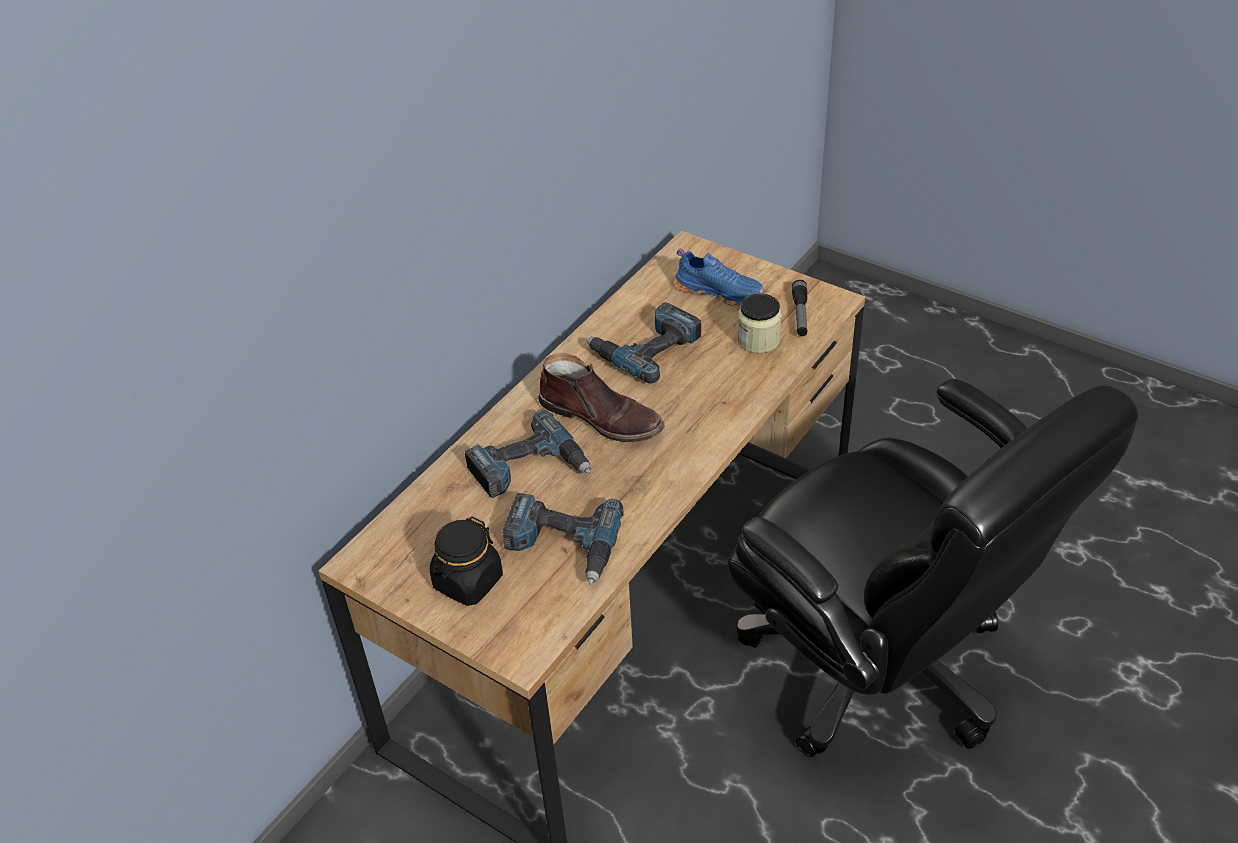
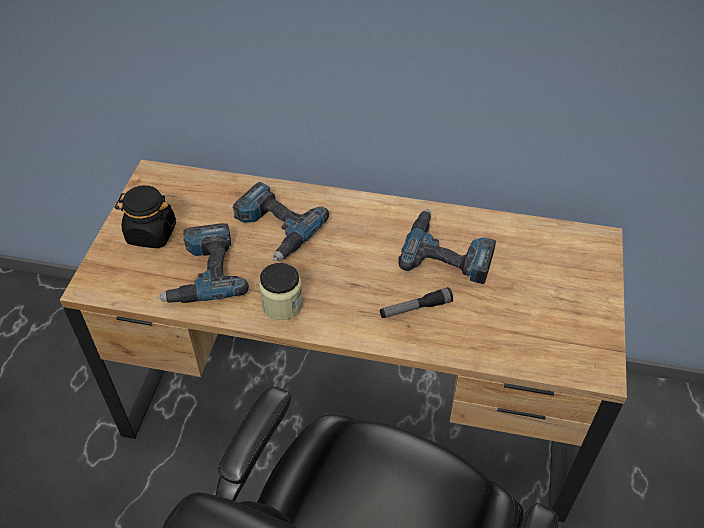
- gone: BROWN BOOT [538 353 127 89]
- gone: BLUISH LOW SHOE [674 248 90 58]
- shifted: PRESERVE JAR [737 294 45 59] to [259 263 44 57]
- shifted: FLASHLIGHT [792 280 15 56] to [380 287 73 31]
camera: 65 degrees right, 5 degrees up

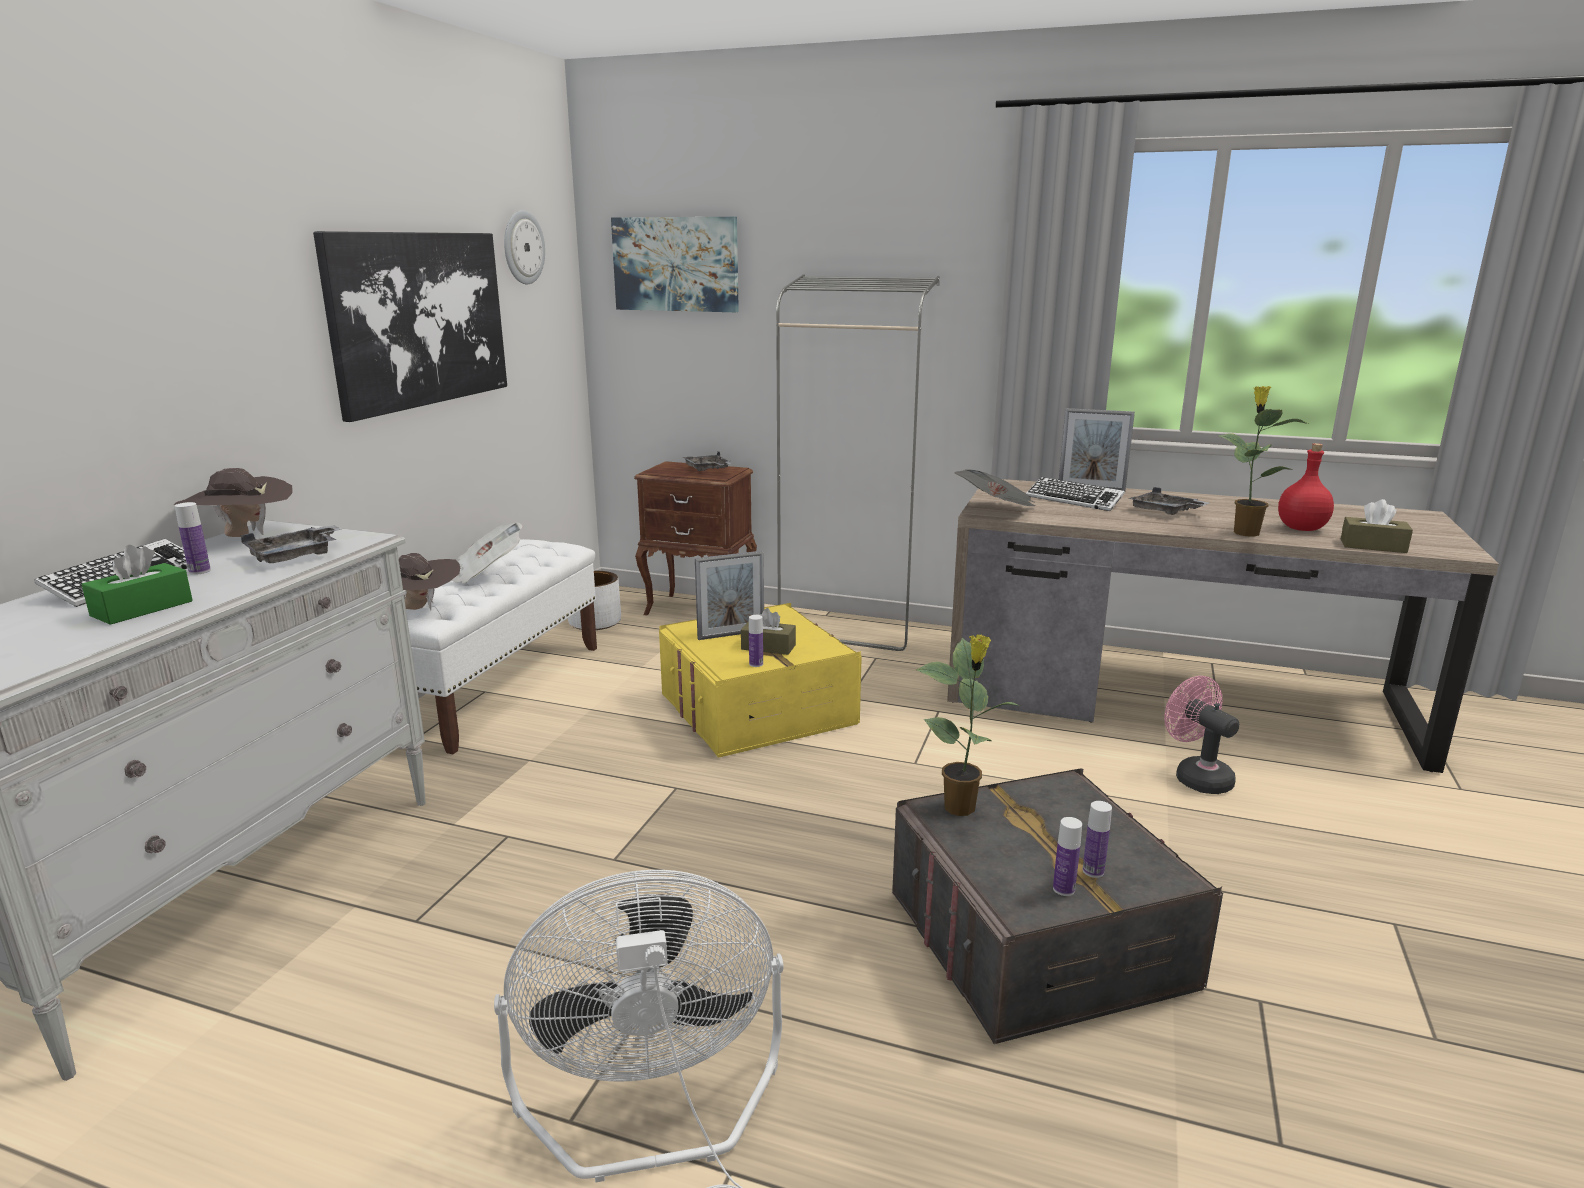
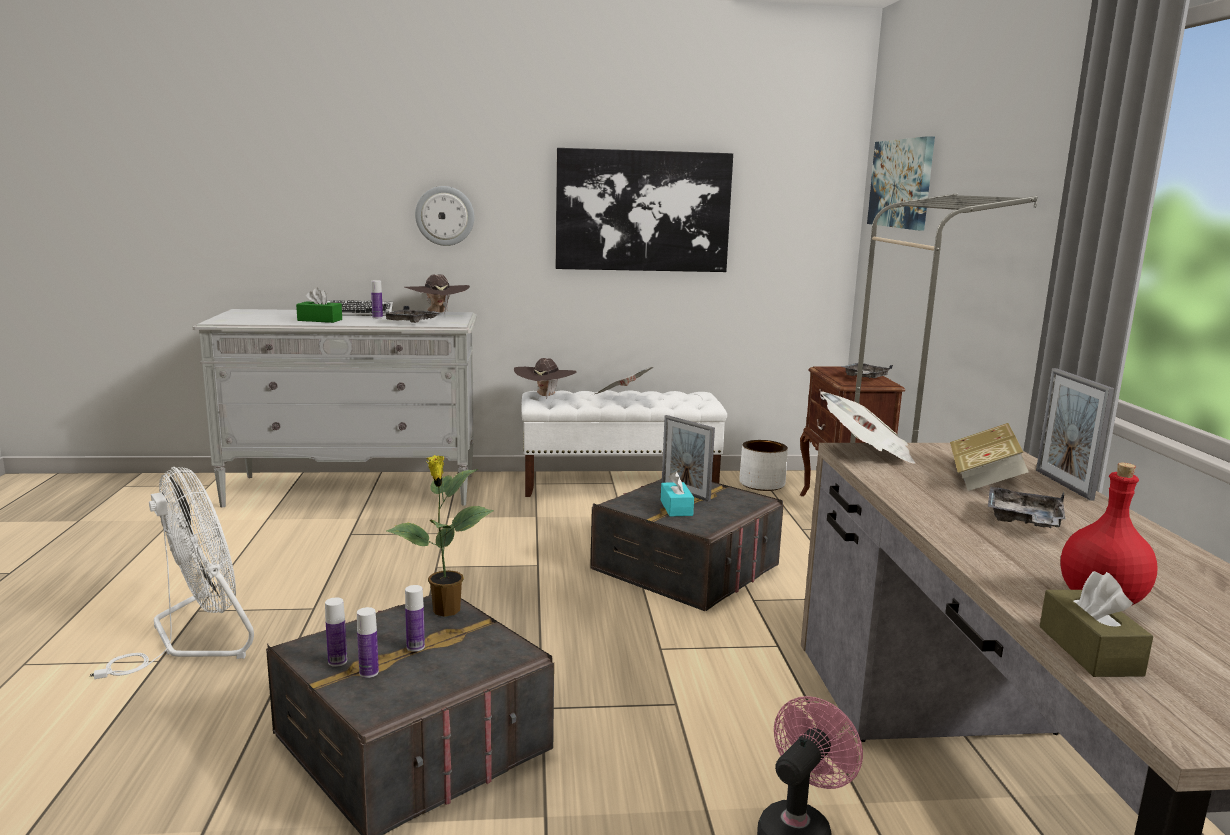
- shifted: CLOCK ON THE WALL [504 210 41 74] to [415 186 59 60]
- repainted: YELLOWISH STORAGE BOX [659 603 203 154] to GREY STORAGE BOX [590 479 194 132]
- repainted: BROWN TISSUE HOLDER [741 608 55 47] to TURQUOISE TISSUE HOLDER [661 471 33 46]
- shifted: DRINK BOTTLE [749 615 14 52] to [405 585 20 67]
- swapped: COMPUTER KEYBOARD [1026 477 99 34] to VOLUME [950 423 79 68]
- gone: HOUSEPLANT [1218 386 90 151]
camera: 65 degrees right, 5 degrees down

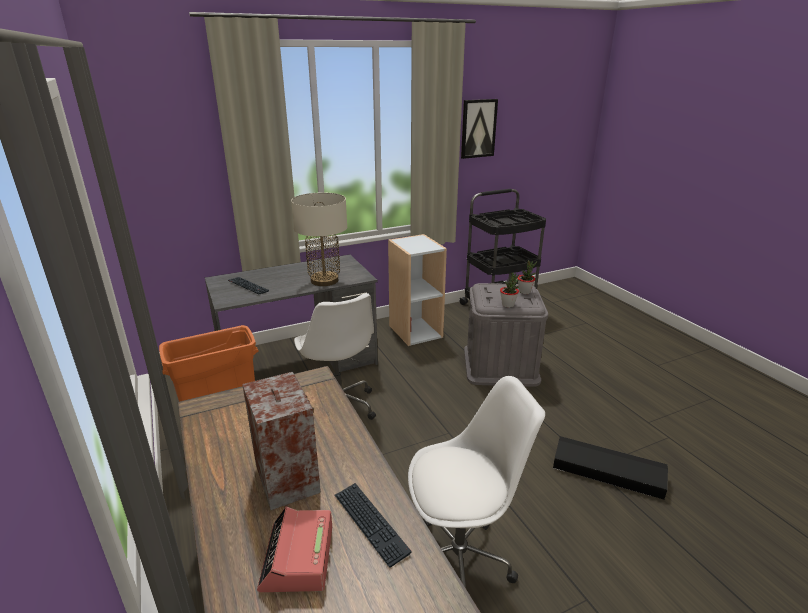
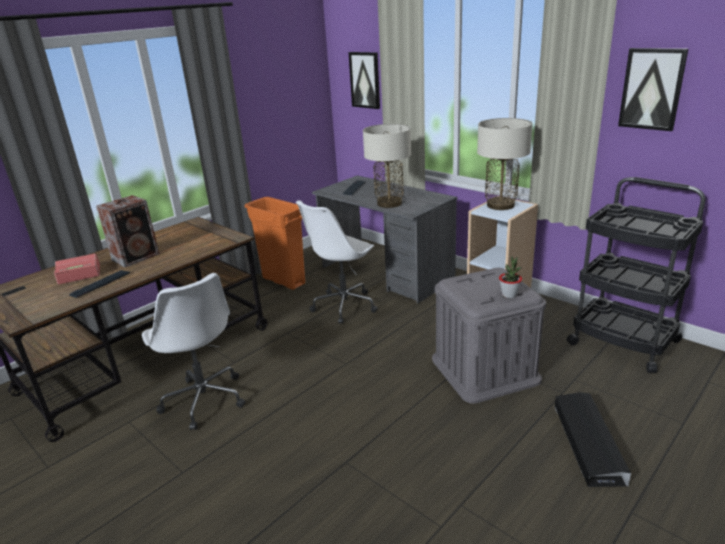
- gone: HOUSEPLANT [500 272 19 36]
- shifted: BLACK-COLOURED STORAGE BOX [553 436 115 63] to [554 392 77 95]
- new: PICTURE [349 52 31 57]
- new: TABLE LAMP [477 118 56 92]
camera: 70 degrees right, 0 degrees up

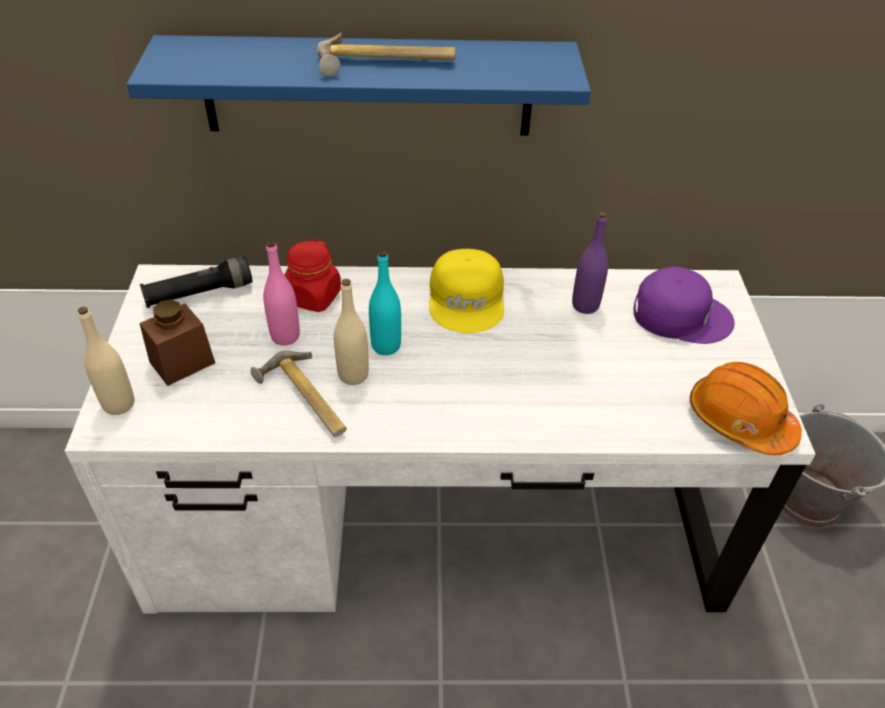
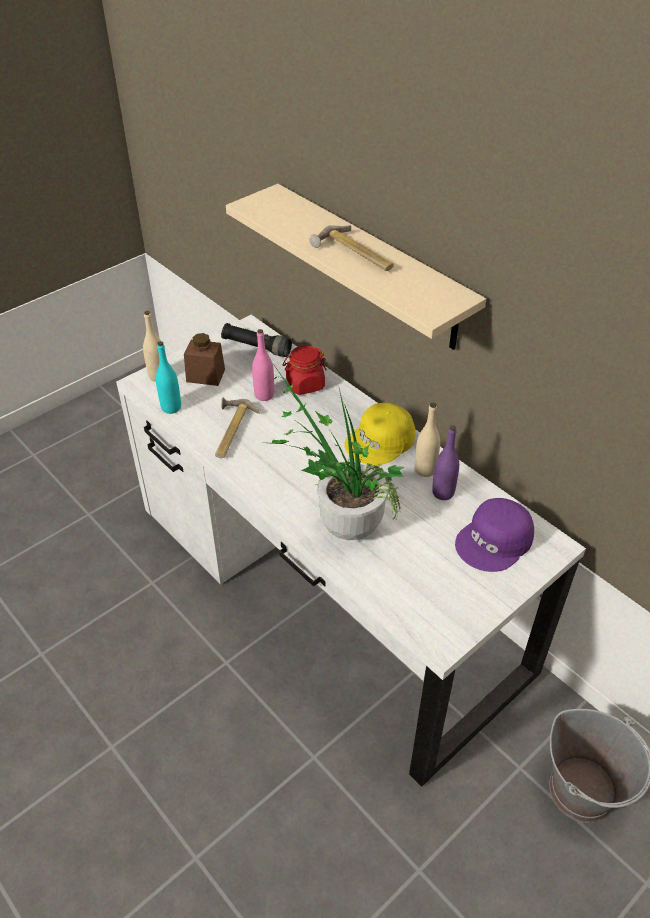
- repainted: BLUISH WALL SHELF [127 35 464 101] to SAND-COLOURED WALL SHELF [226 184 260 166]
- shifted: SAND-COLOURED DRINK BOTTLE [334 279 35 106] to [415 403 25 74]
- shifted: TURQUOISE DRINK BOTTLE [369 250 32 105] to [156 341 25 73]
- rotated: PURPLE-COLOURED PEAKED CAP [634 266 100 78] = [455 498 79 74] 75 degrees clockwise
- gone: ORANGE WORK HELMET [690 362 112 93]
- new: HOUSEPLANT [272 364 133 176]
camera: 50 degrees right, 0 degrees up

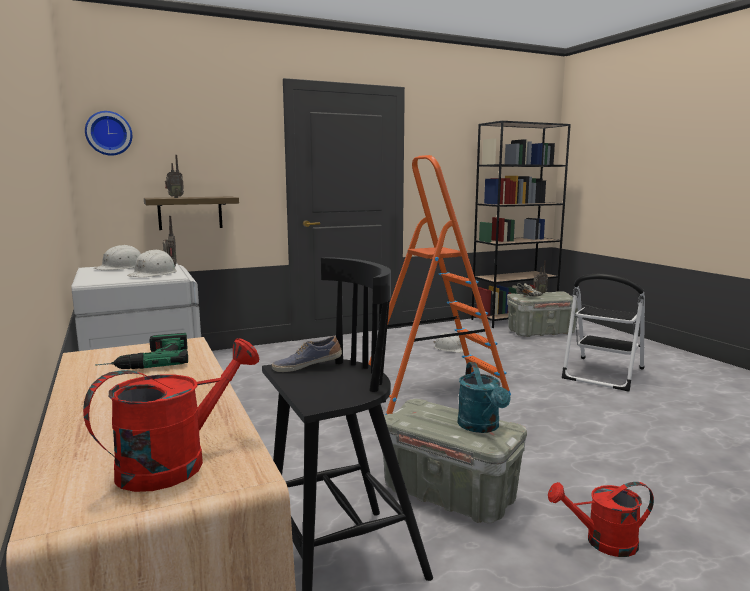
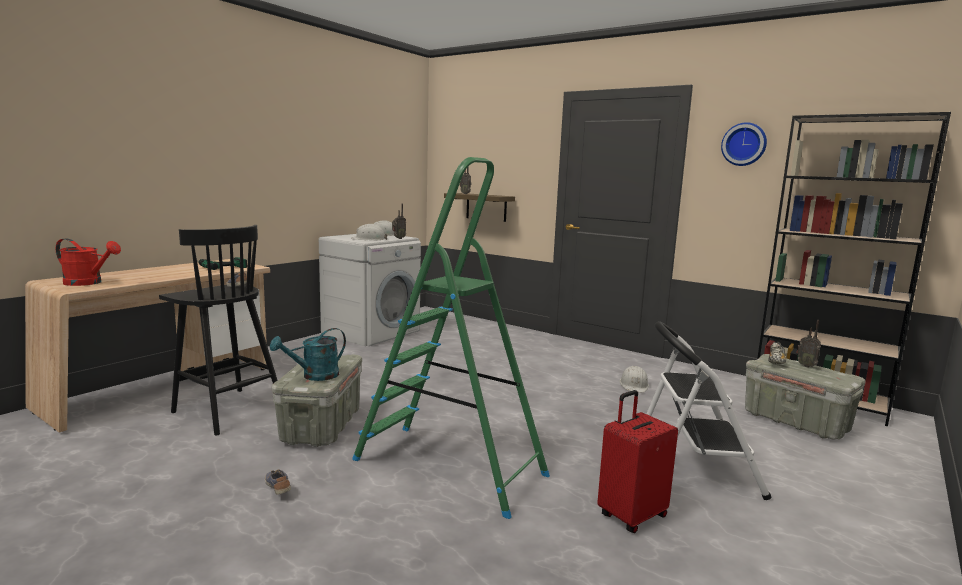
- shifted: CLOCK ON THE WALL [85 111 47 45] to [721 122 46 44]
- gone: ORANGE STEPLADDER [369 155 142 260]
- swapped: RED-COLOURED WATERING POT [548 482 106 75] to LOW SHOE [265 469 26 26]
- new: GREEN STEPLADDER [352 157 198 362]
- new: RED-COLOURED SUITCASE [597 390 81 143]
camera: 60 degrees right, 0 degrees up

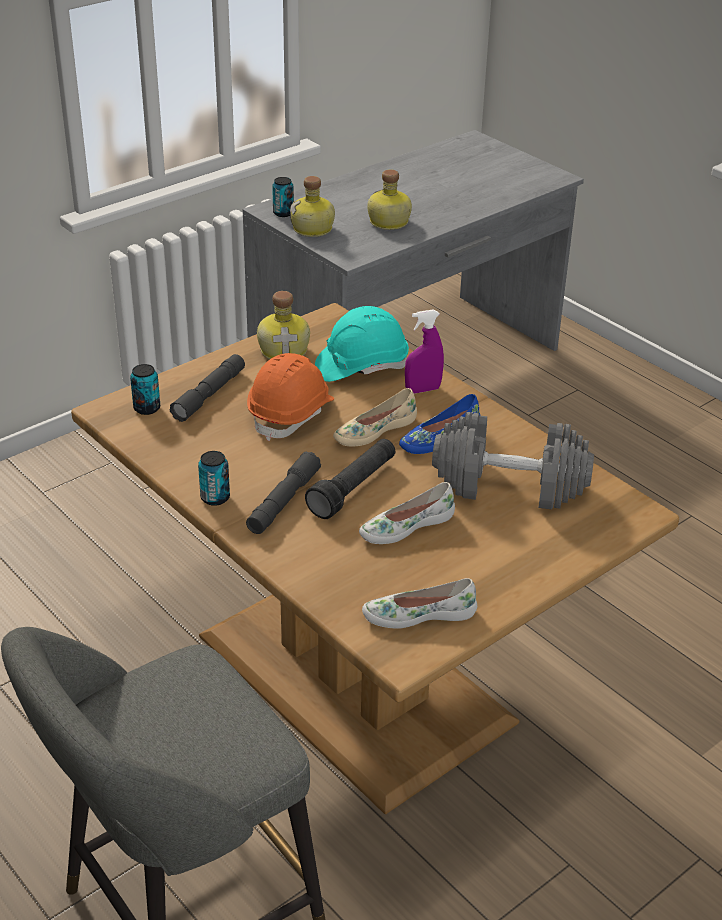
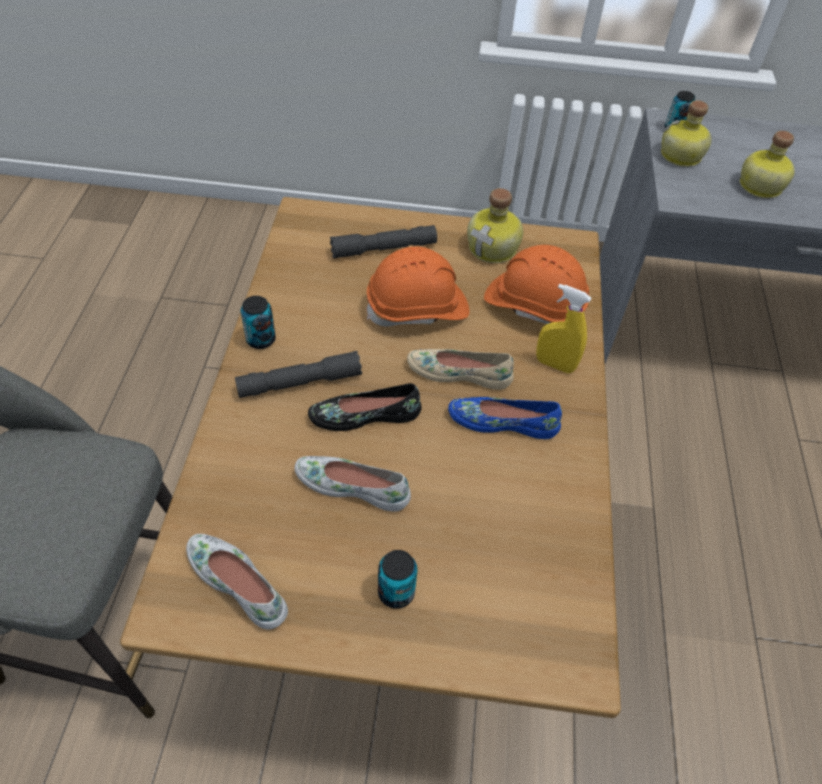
- shifted: CAN [130 364 30 51] to [378 550 40 59]
- swapped: BLACK-COLOURED FLASHLIGHT [305 439 90 80] to BLACK-COLOURED LOW SHOE [308 383 114 48]
- repainted: TURQUOISE WORK HELMET [315 306 94 76] to ORANGE WORK HELMET [484 245 105 79]
- repainted: PURPLE-COLOURED HAND SPRAYER [405 310 39 84] to YELLOWISH HAND SPRAYER [536 284 55 89]
- gone: GREY DUMBBELL [432 412 162 97]
camera: 45 degrees right, 15 degrees up

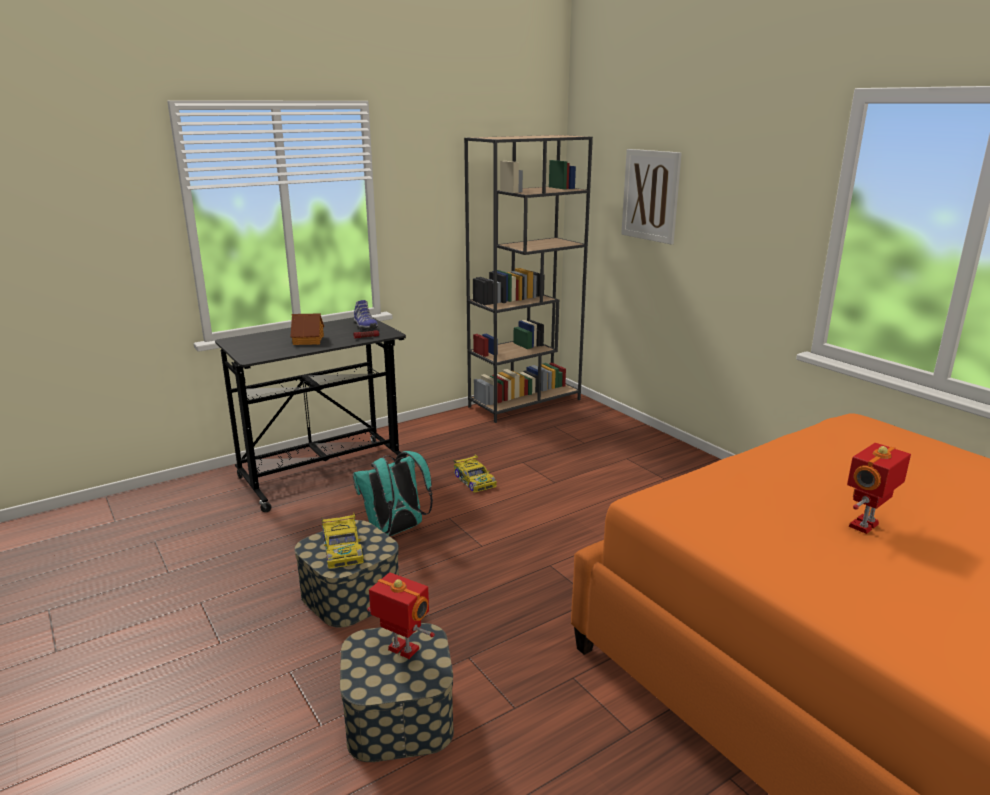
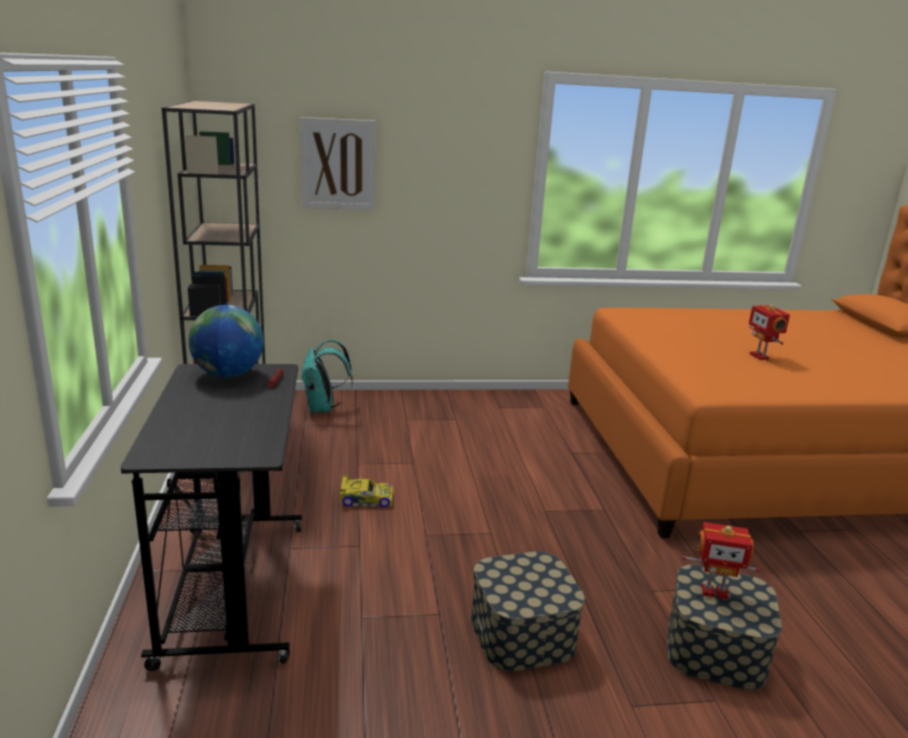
- gone: MINIATURE HOUSE [291 313 33 32]
- gone: MINIATURE CAR [322 513 42 56]
- shifted: TURQUOISE BACKPACK [353 451 80 85] to [301 339 52 74]
- swapped: LOW SHOE [354 300 24 30] to WORLD GLOBE [188 305 76 72]
- rotated: MODEL ROBOT [367 572 68 87] = [682 522 77 78] 135 degrees counterclockwise
camera: 65 degrees left, 0 degrees up

